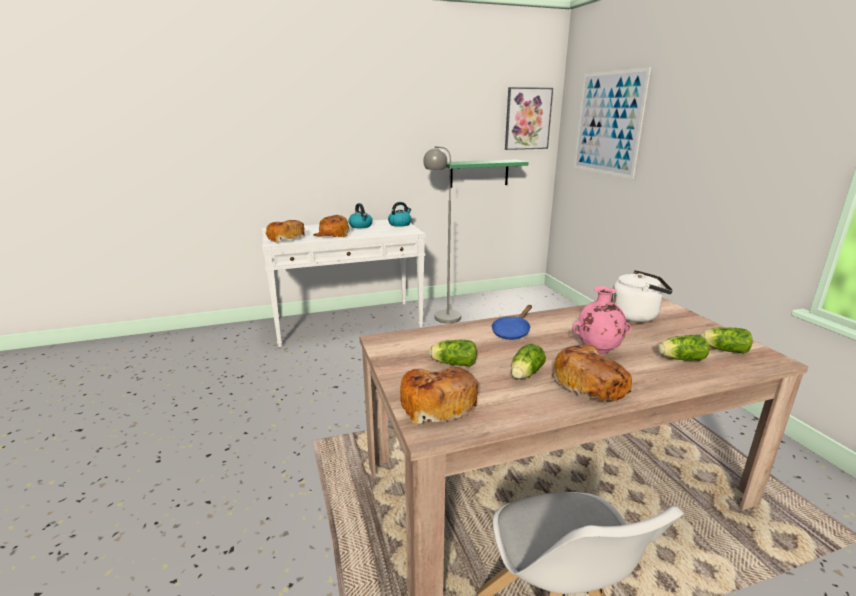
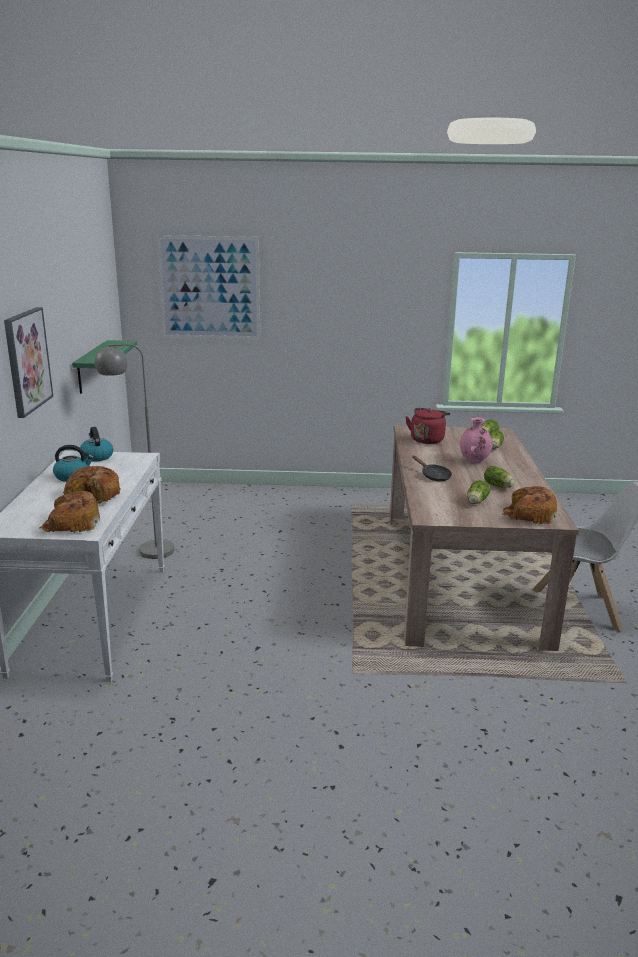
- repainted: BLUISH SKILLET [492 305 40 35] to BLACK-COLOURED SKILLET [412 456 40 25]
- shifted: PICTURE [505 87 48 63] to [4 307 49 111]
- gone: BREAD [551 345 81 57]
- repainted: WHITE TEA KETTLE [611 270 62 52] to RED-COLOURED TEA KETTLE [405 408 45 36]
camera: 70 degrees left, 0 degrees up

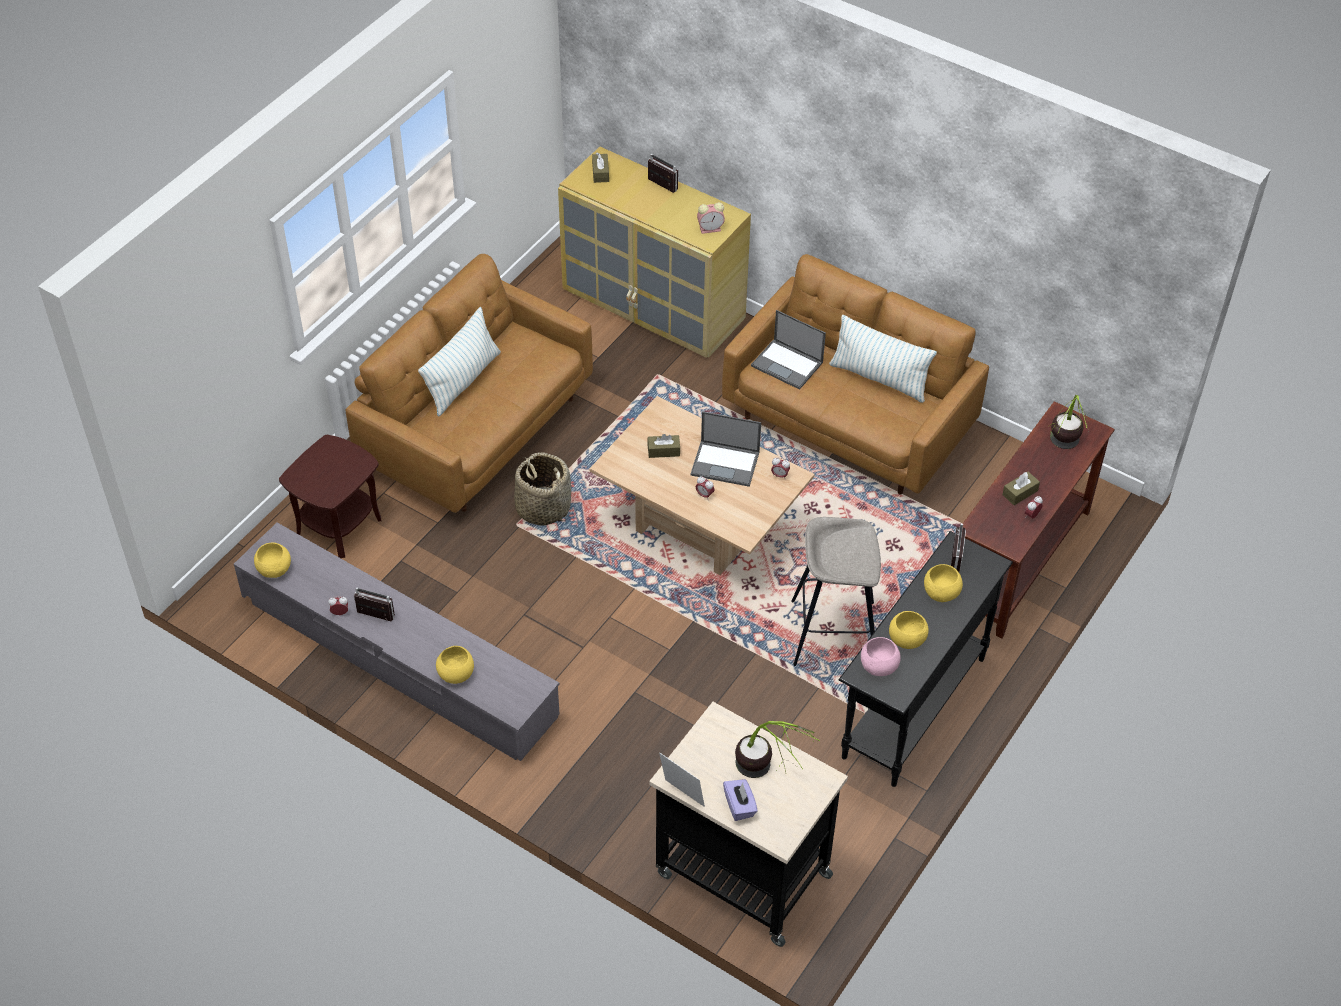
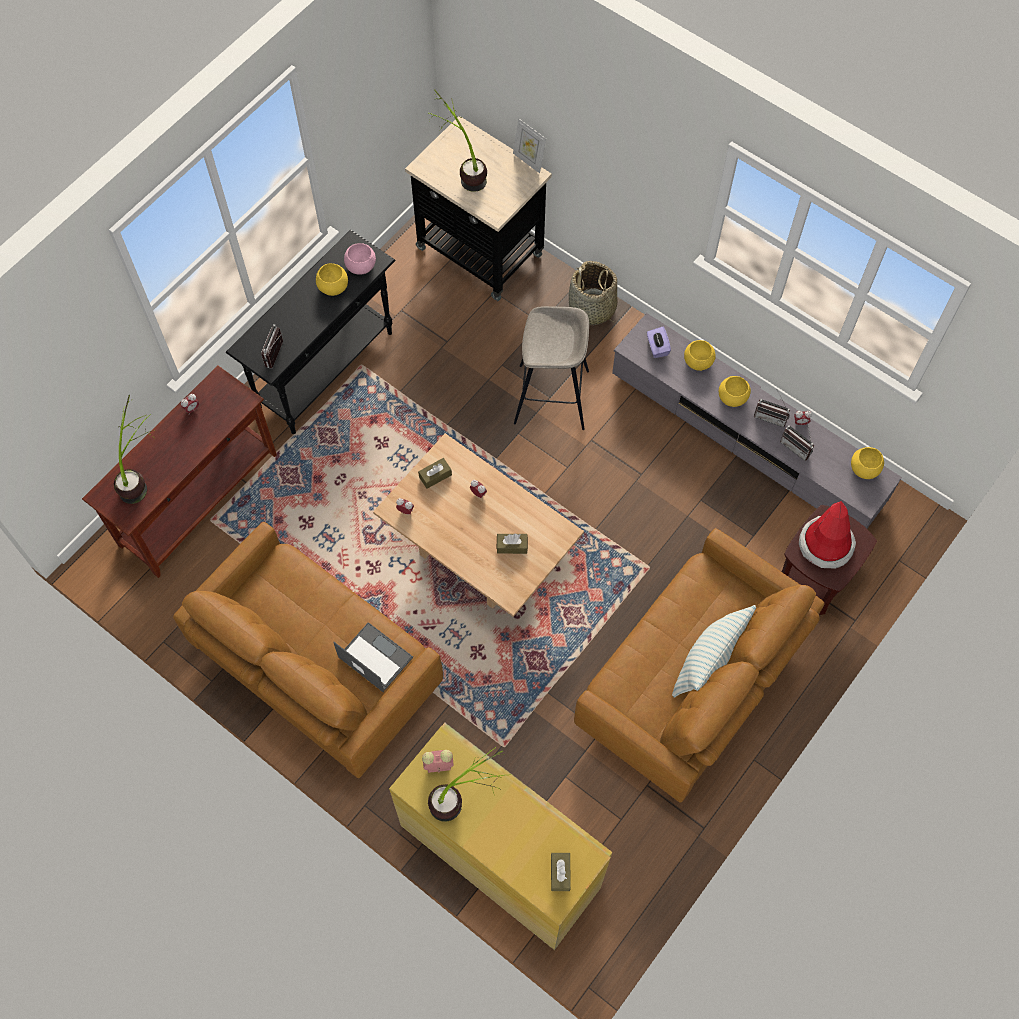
- shifted: STORAGE BASKET [514 452 57 74] to [569 261 48 64]
- shifted: RADIO SET [648 154 30 39] to [780 420 34 41]
- gone: PORTABLE COMPUTER [691 411 70 76]
- shifted: PURPLE-COLOURED TISSUE HOLDER [723 779 35 42] to [647 327 24 31]
- shifted: GREY SITTING STOOL [791 517 90 149] to [514 306 75 124]
- gone: CUSHION [829 315 108 88]
- shifted: YELLOWISH DEEP DISH [924 564 39 38] to [719 376 32 31]
- shifted: BROWN TISSUE HOLDER [1002 472 38 33] to [418 458 34 31]
- new: HOUSEPLANT [428 747 76 75]
- new: CLOTHING HAT [799 501 57 68]
camera: 175 degrees left, 15 degrees up

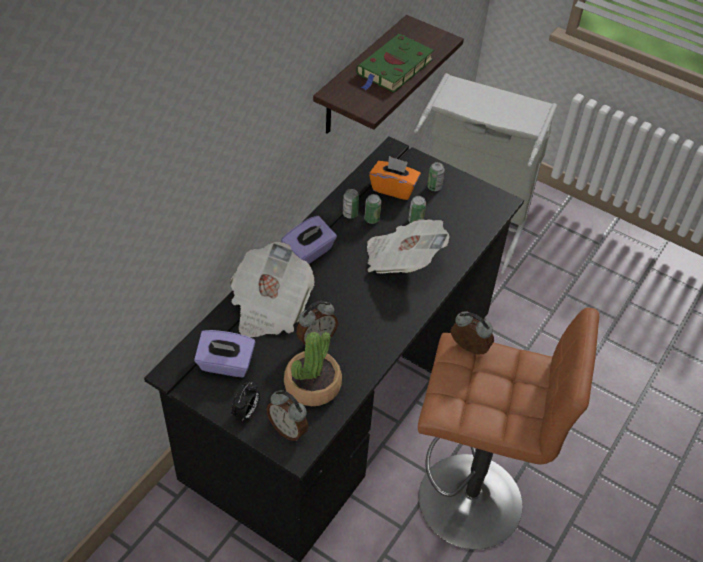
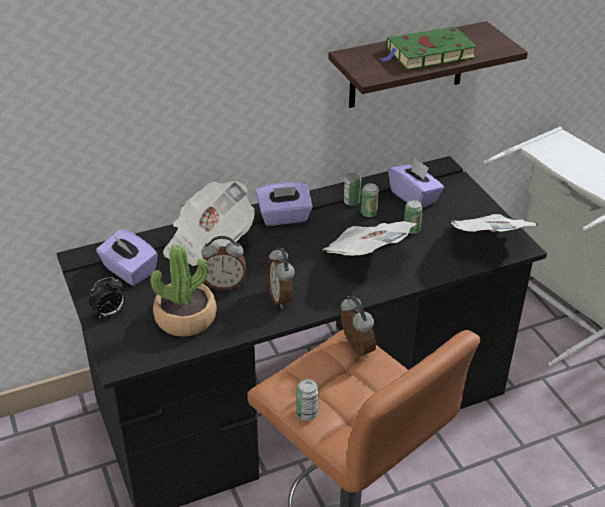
- shifted: ALARM CLOCK [267 390 41 51] to [268 248 27 61]
- repainted: ORANGE TISSUE HOLDER [369 156 52 44] to PURPLE-COLOURED TISSUE HOLDER [388 158 56 50]
- shifted: CAN [427 162 18 29] to [296 379 23 42]
- new: PRINTED PAPER [451 214 87 18]
camera: 35 degrees right, 10 degrees down

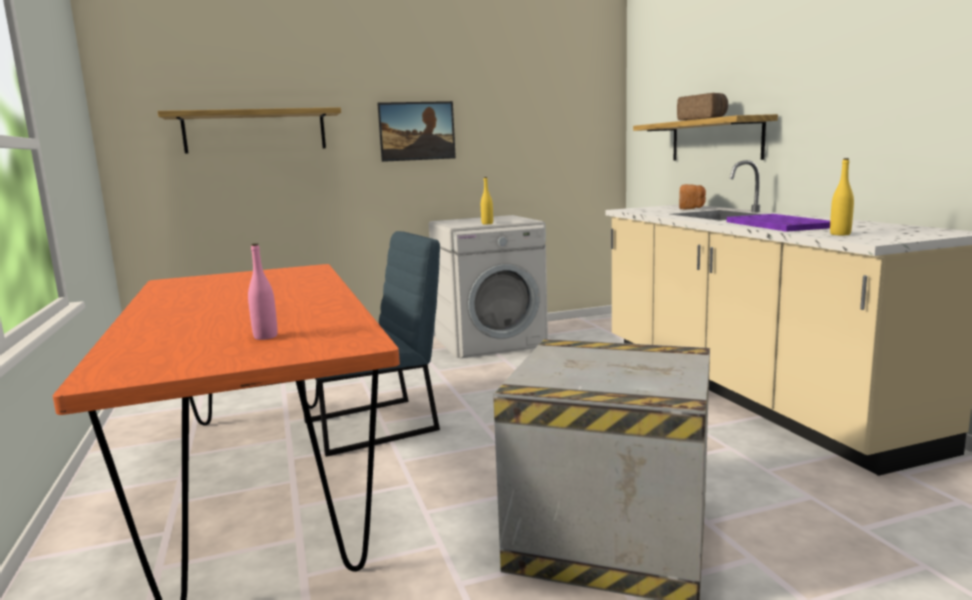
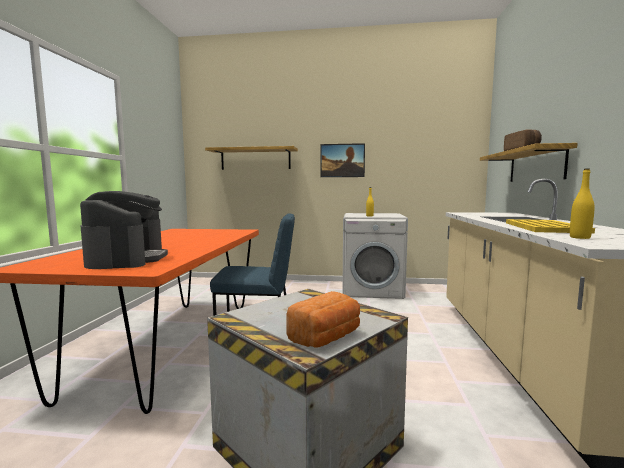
- swapped: PINKISH DRINK BOTTLE [248 243 30 97] to COFFEE MAKER [80 191 88 78]
- shifted: BREAD [679 184 27 25] to [286 291 74 57]
- repainted: PURPLE-COLOURED CARRYING TRAY [727 214 103 18] to YELLOWISH CARRYING TRAY [506 219 89 14]
camera: 25 degrees right, 5 degrees down

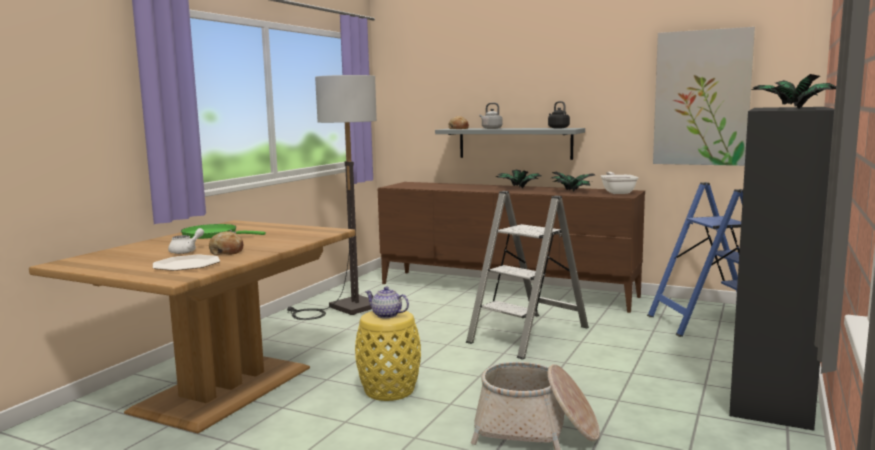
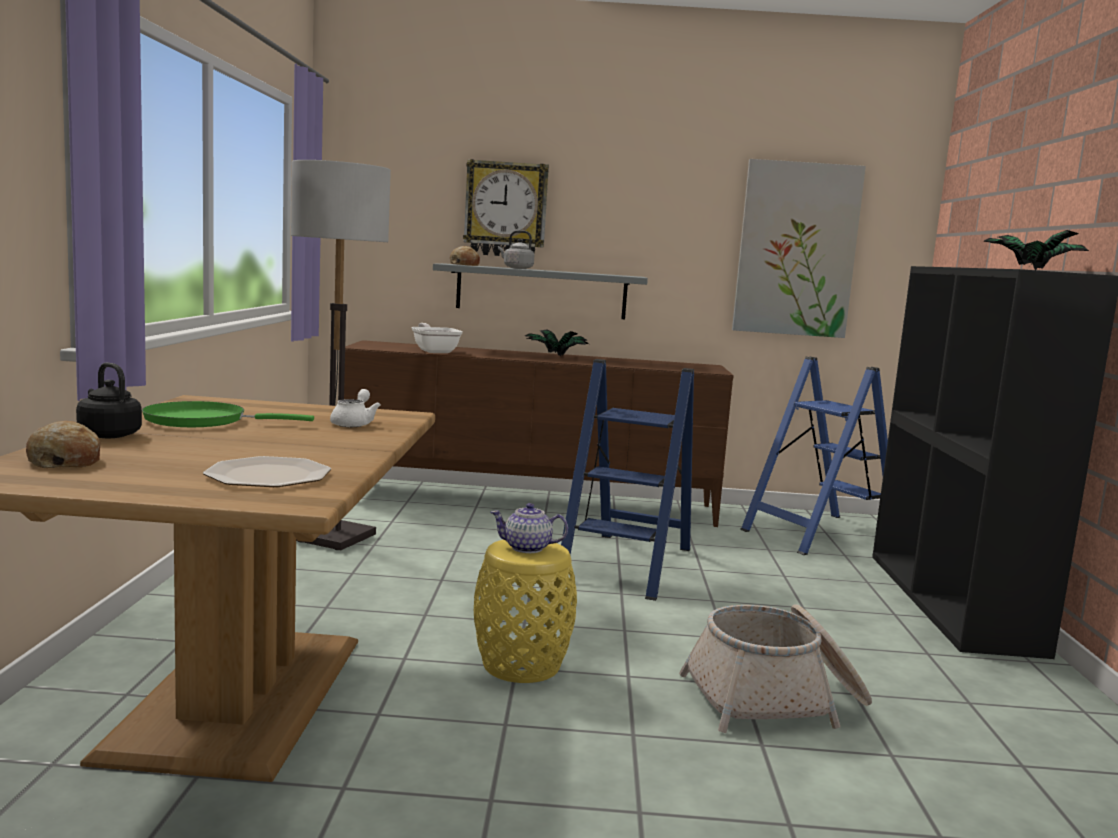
- shifted: WHITE TEA POT [168 228 36 26] to [330 389 51 38]
- shifted: BREAD [209 231 34 24] to [26 421 74 47]
- repainted: GREY STEPLADDER [466 191 123 169] to BLUISH STEPLADDER [561 359 133 242]
- shifted: BLACK-COLOURED TEA KETTLE [548 101 22 27] to [76 363 66 75]
- gone: HOUSEPLANT [552 172 43 20]
- shifted: SKILLET [601 172 38 22] to [411 323 52 30]
- new: CLOCK ON THE WALL [463 159 86 97]
camera: 25 degrees left, 0 degrees up

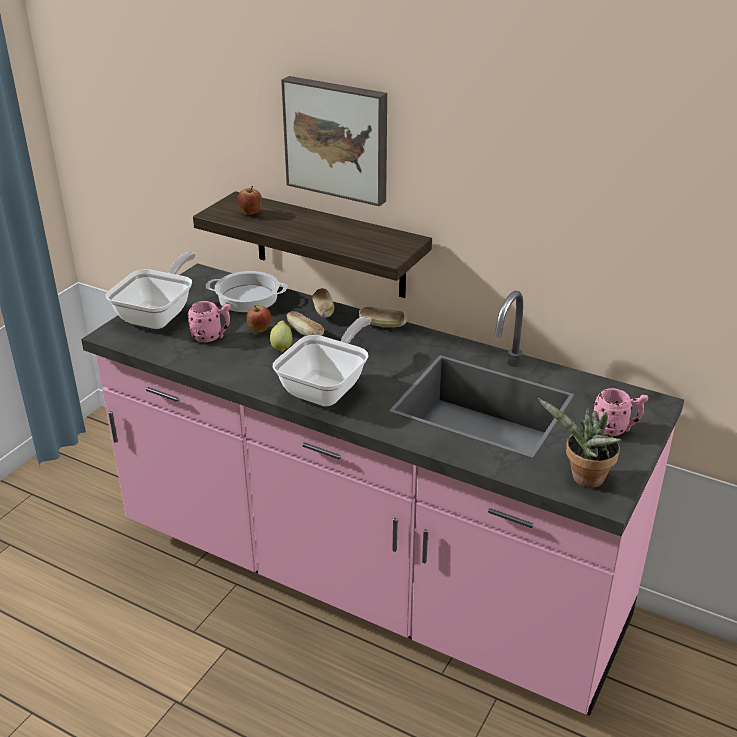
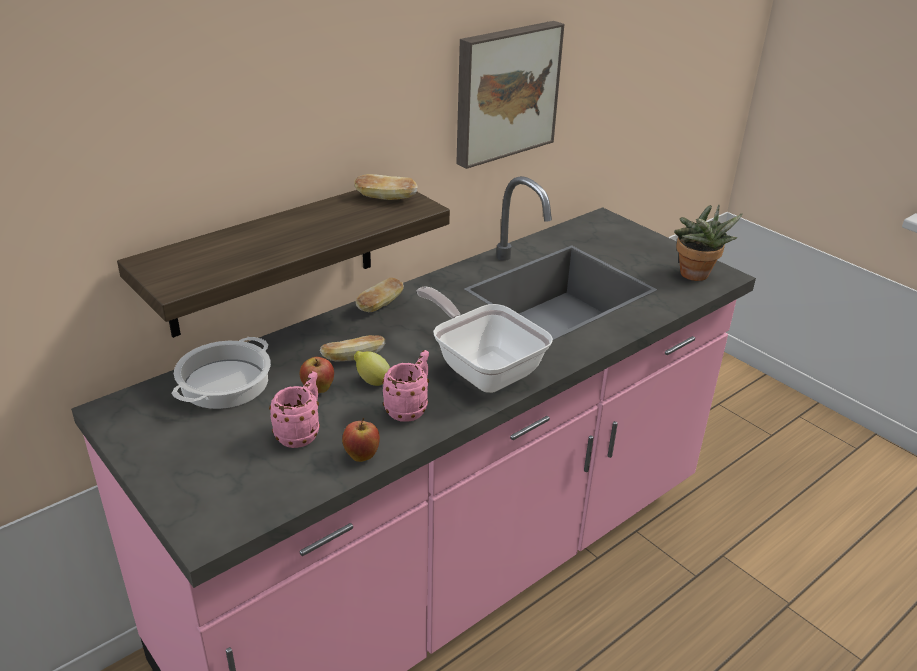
- gone: SKILLET [106 252 90 77]
- shifted: WHOLE APPLE [237 186 25 29] to [342 418 38 44]
- shifted: PICTURE [281 76 106 130] to [456 21 108 148]
- shifted: BREAD [313 288 21 30] to [354 174 63 26]
- shifted: PINKISH MUG [592 388 56 48] to [382 350 47 72]
camera: 70 degrees left, 0 degrees up

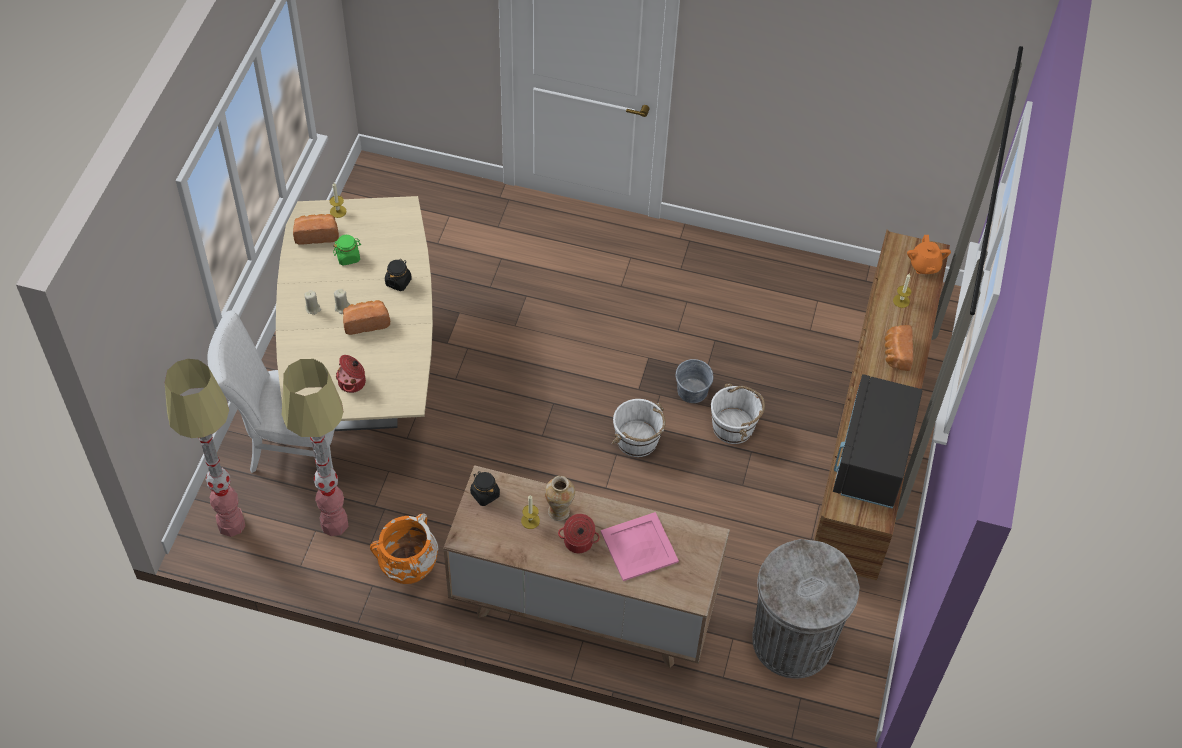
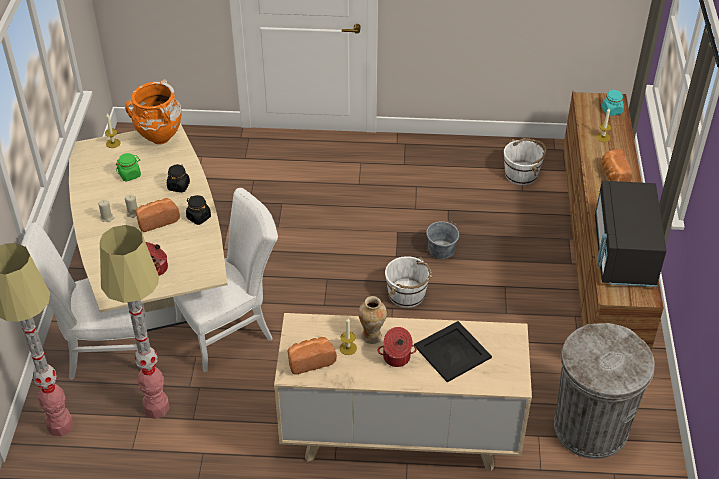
- shifted: BREAD [293 214 46 31] to [287 337 50 38]
- shifted: ORANGE FLOWER VASE [370 514 68 70] to [125 79 57 65]
- repainted: GREEN DRESSER [443 465 287 203] to SAND-COLOURED DRESSER [274 313 258 158]
- shifted: BLACK-COLOURED PRESERVE JAR [470 471 30 35] to [186 195 25 30]
- repainted: PINKISH CARRYING TRAY [601 512 78 69] to BLACK-COLOURED CARRYING TRAY [414 321 78 61]
- shifted: WHITE PAIL [711 384 54 60] to [504 138 43 47]
- swapped: ORANGE TEA POT [907 235 44 39] to TURQUOISE PRESERVE JAR [602 89 22 27]
- new: WHITE CHAIR [173 188 105 184]
camera: 10 degrees left, 10 degrees down

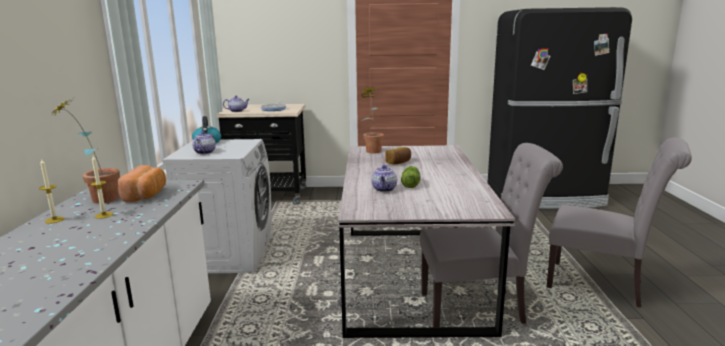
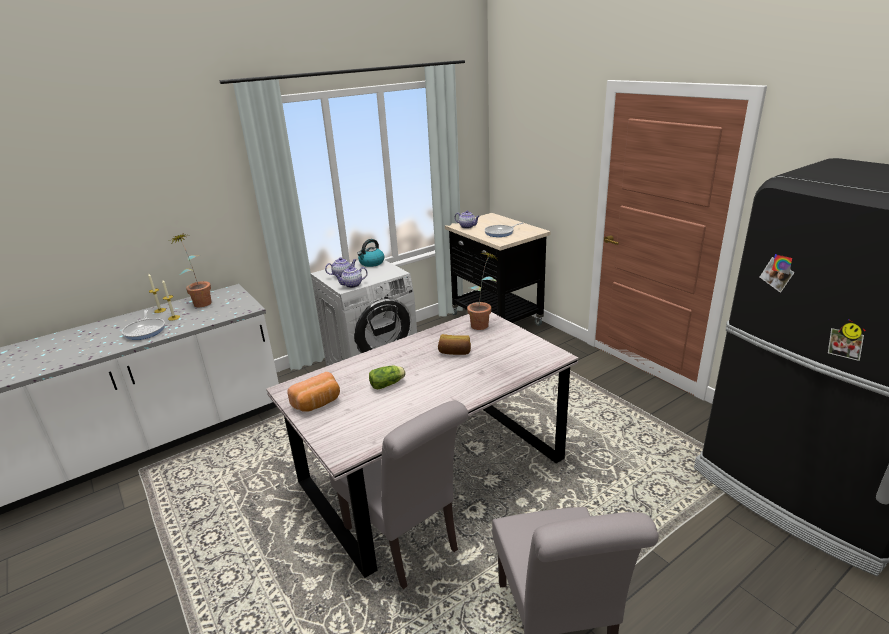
- shifted: BREAD [118 165 48 37] to [287 372 53 40]
- shifted: TEA POT [371 165 26 27] to [334 266 34 22]
- new: SKILLET [122 310 43 30]
camera: 55 degrees right, 10 degrees up

